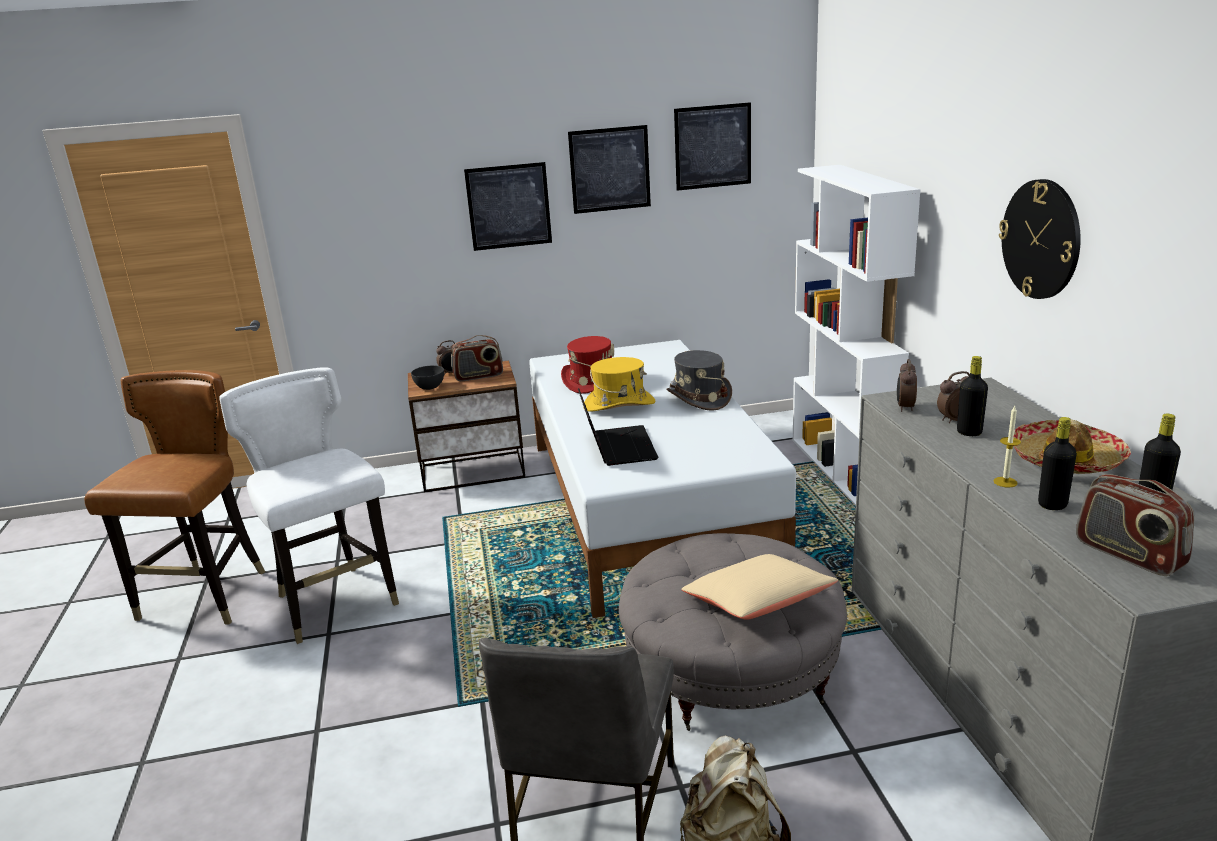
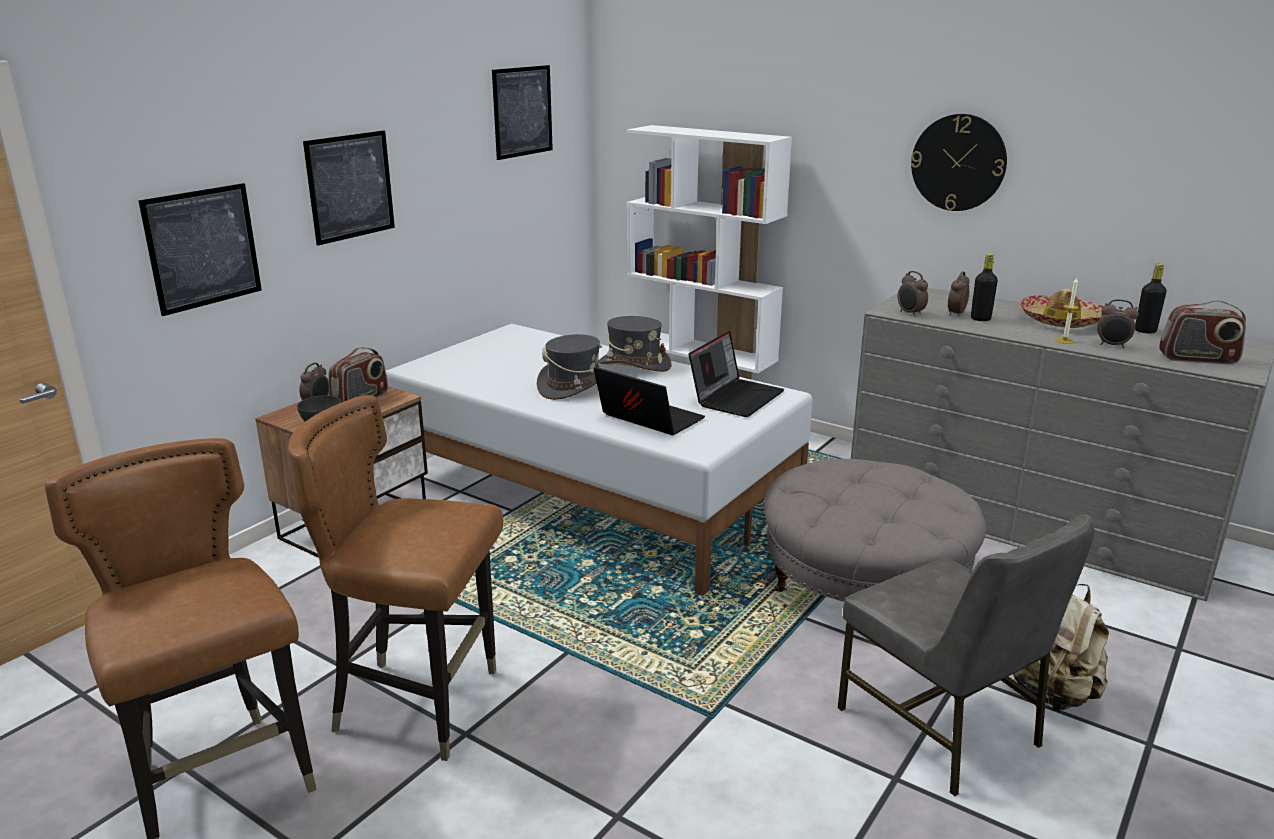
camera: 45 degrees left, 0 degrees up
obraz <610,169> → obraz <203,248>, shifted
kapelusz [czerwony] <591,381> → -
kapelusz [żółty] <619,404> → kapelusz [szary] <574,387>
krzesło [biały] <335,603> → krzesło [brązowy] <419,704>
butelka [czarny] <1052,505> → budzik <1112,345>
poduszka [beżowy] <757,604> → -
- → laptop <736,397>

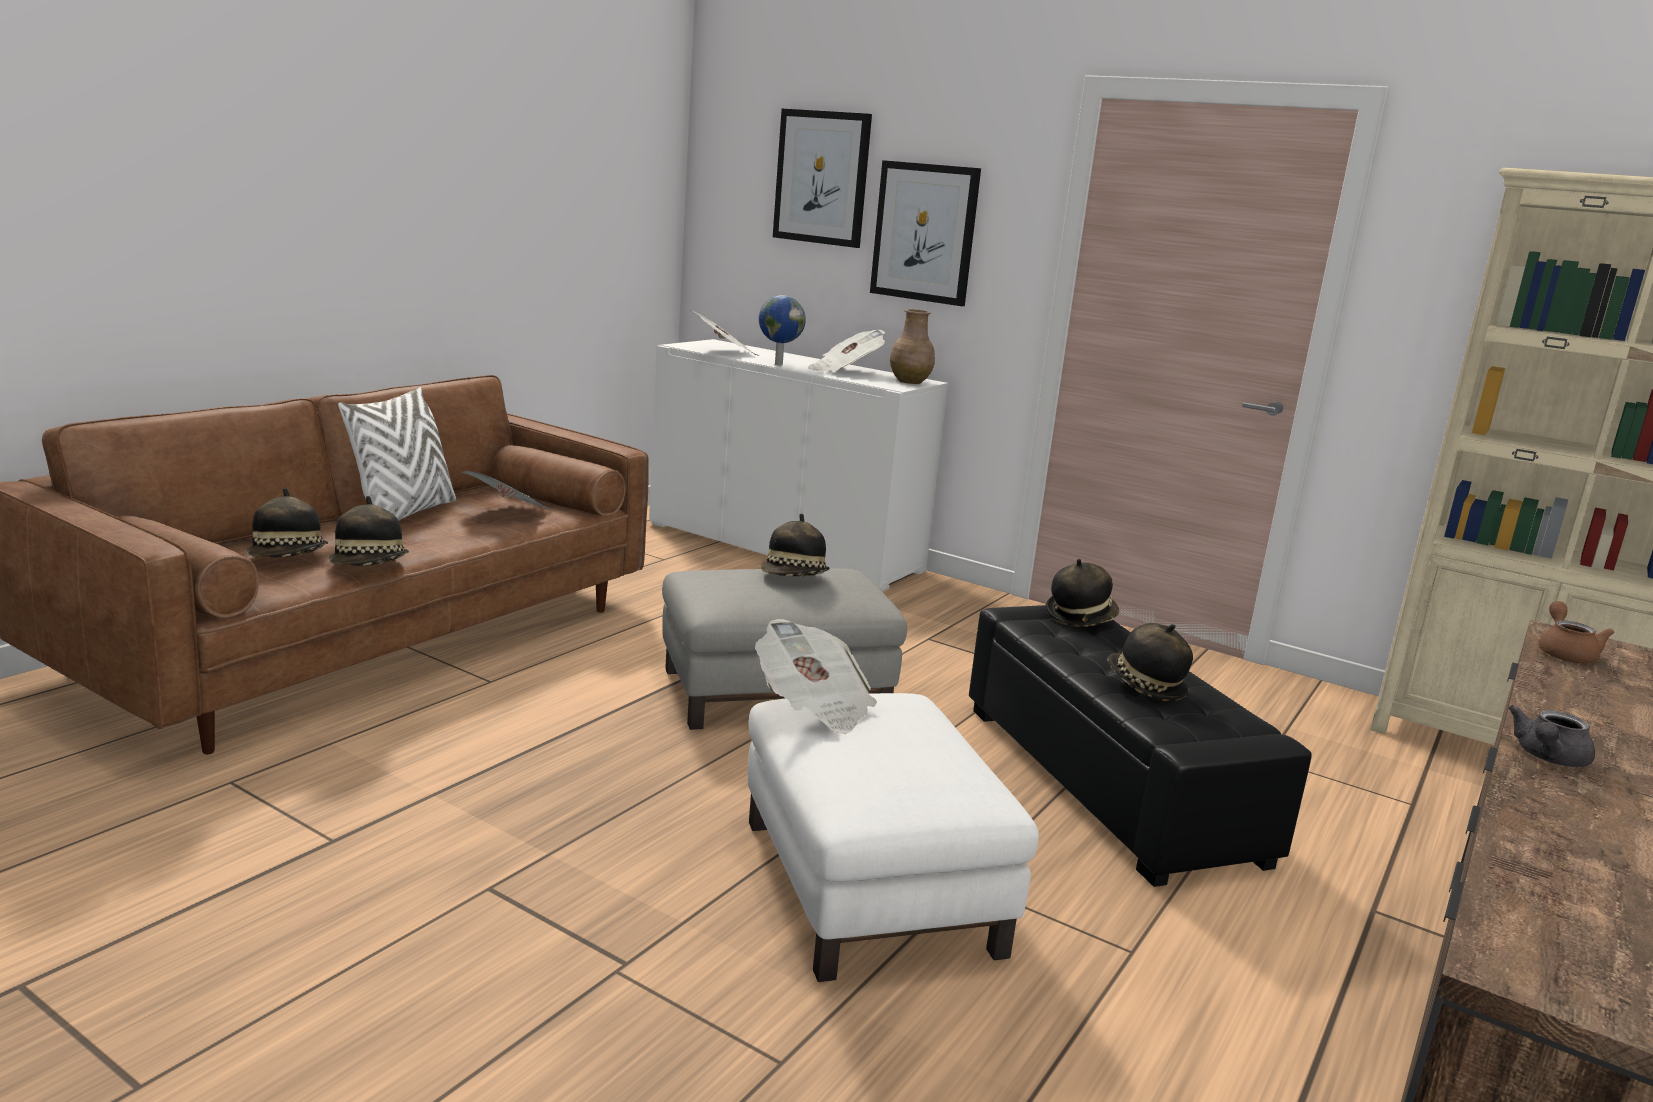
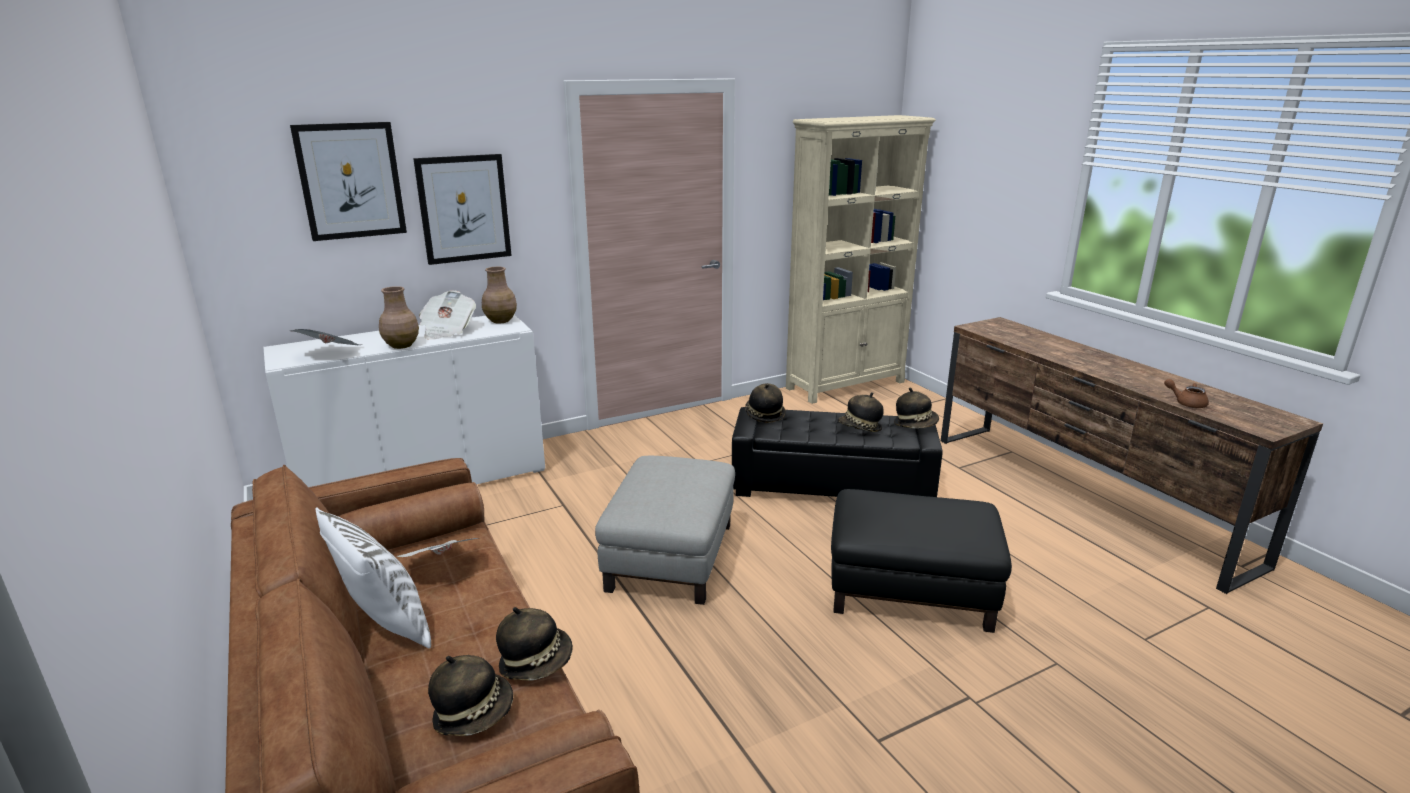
camera: 60 degrees left, 5 degrees up
globus <777,364> → wazon [brązowy] <401,345>
kapelusz <794,578> → kapelusz <915,424>, shifted
imbryk [brązowy] <1565,653> → imbryk [brązowy] <1186,403>, shifted
gazeta <814,706> → -
pufa [biały] <871,886> → pufa [czarny] <911,589>
imbryk [szary] <1547,758> → -

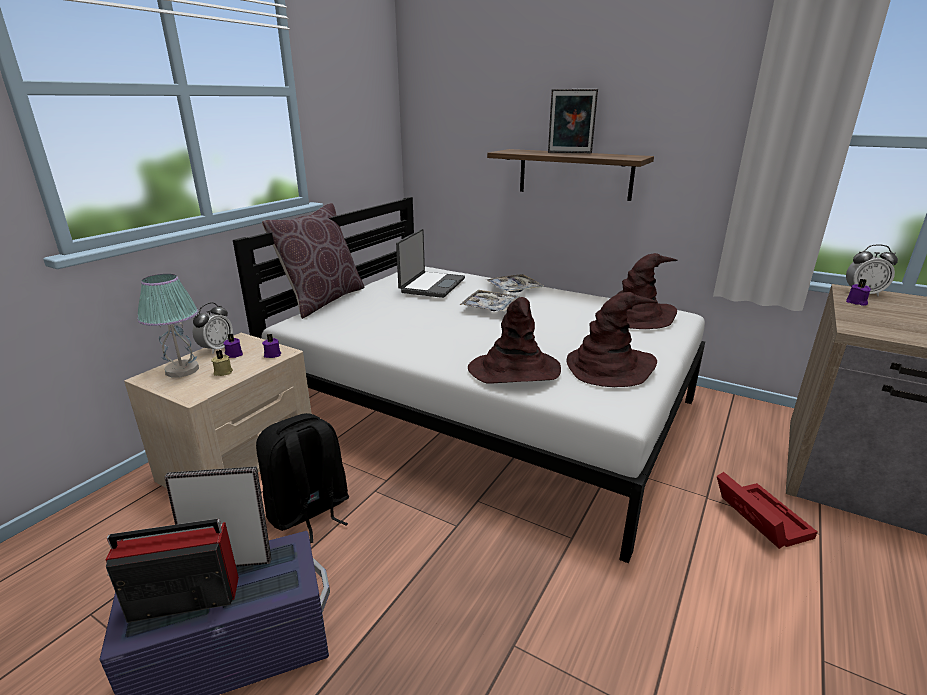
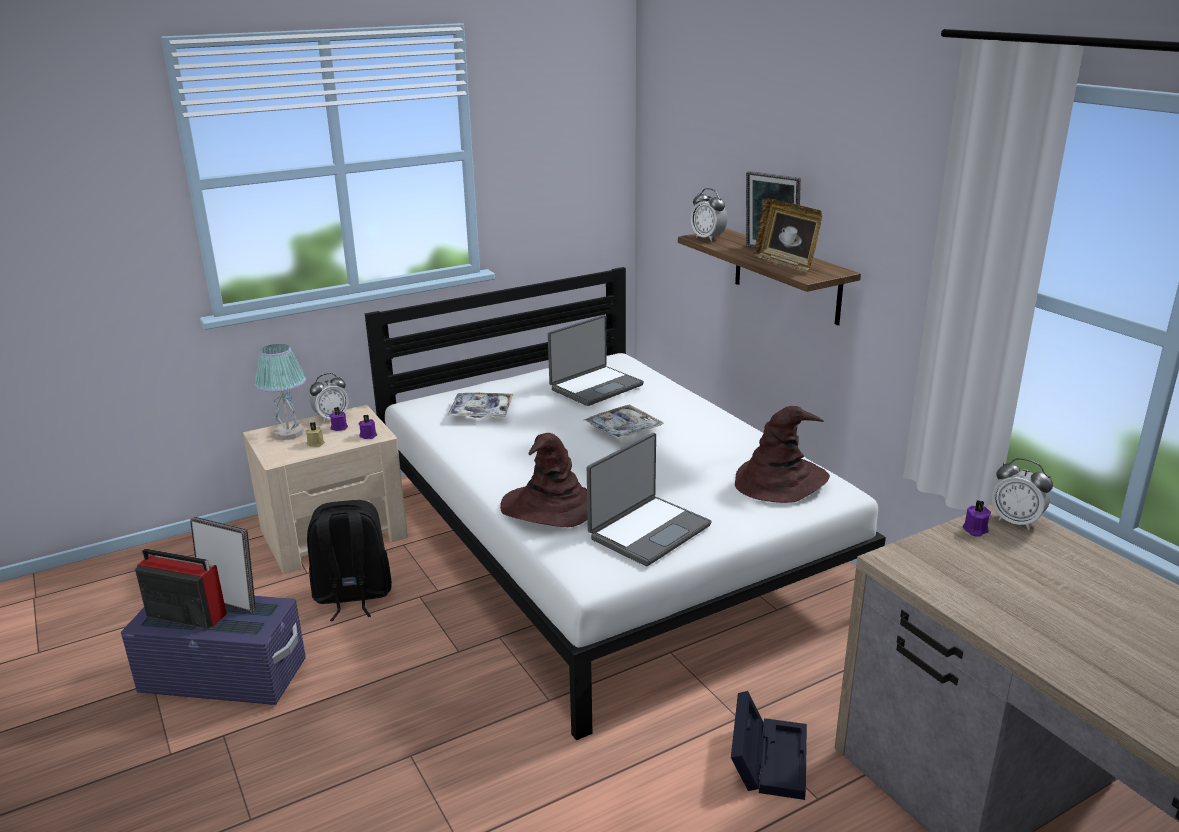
camera: 30 degrees right, 0 degrees up
poduszka [brązowy] <323,300> → -
taca <514,289> → taca <481,412>, shifted
kapelusz [brązowy] <609,367> → laptop <648,531>
pojemnik do przechowywania [czerwony] <757,517> → pojemnik do przechowywania [czarny] <768,757>
- → budzik <708,238>
- → ramka na zdjęcie <786,263>

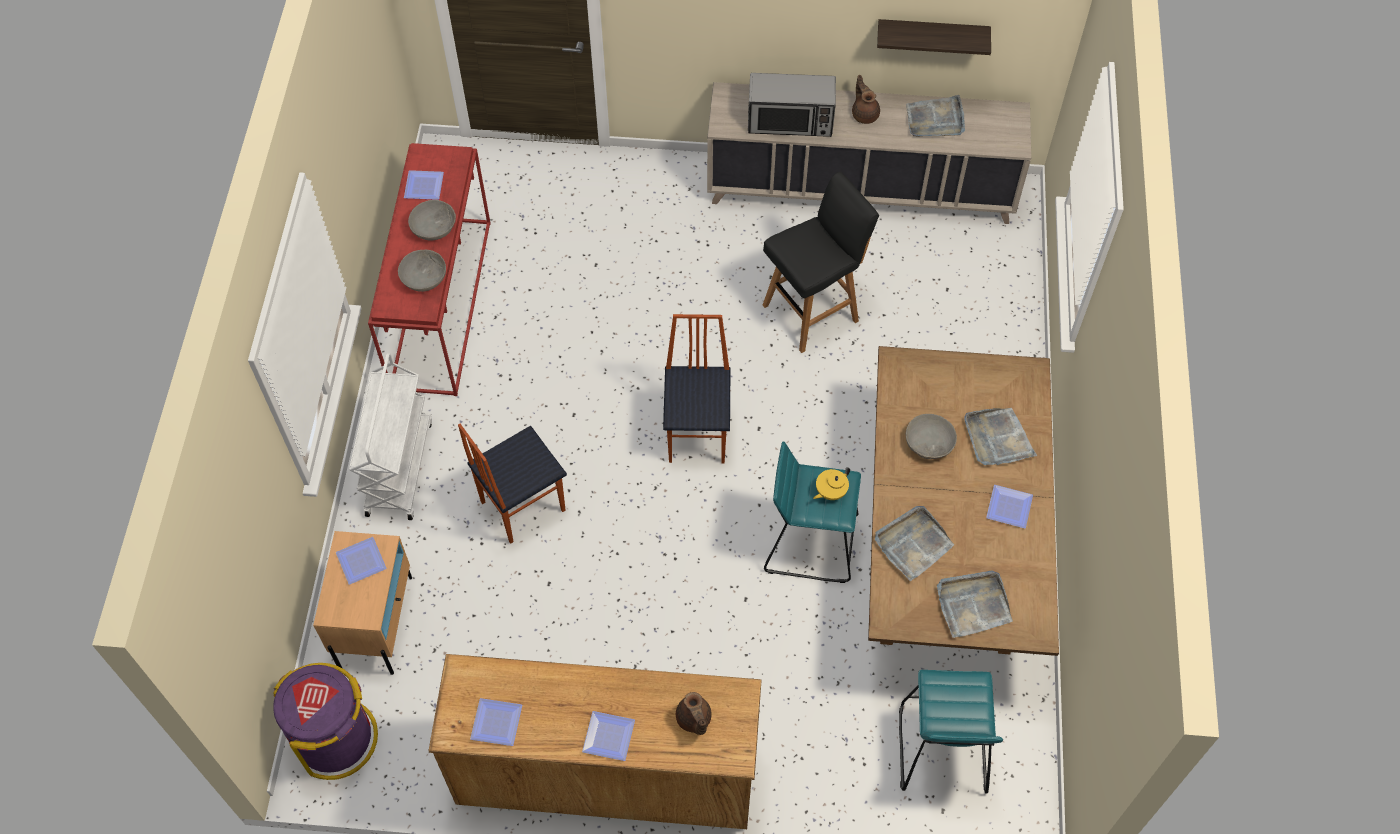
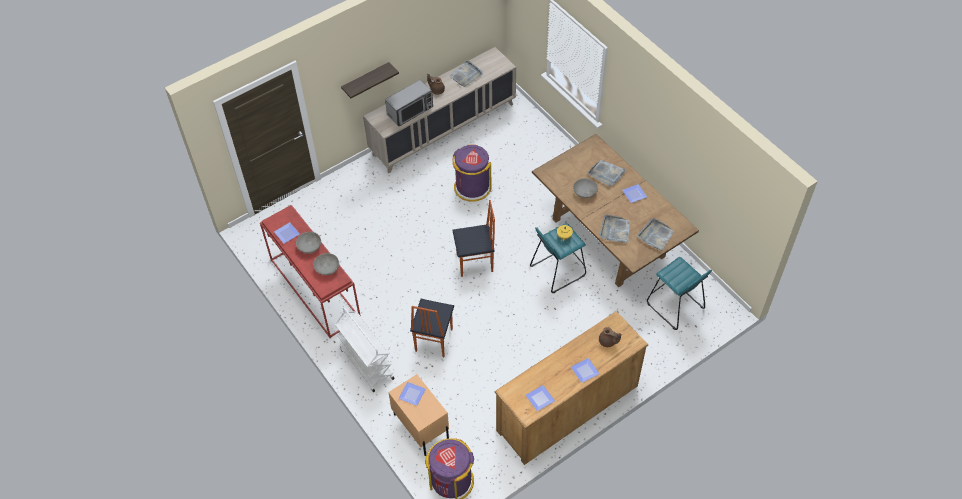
camera: 40 degrees left, 5 degrees down
półka <932,36> → półka <366,81>, shifted
stołek [czarny] <812,312> → kosz na śmieci [fioletowy] <472,187>
krzesło <698,434> → krzesło <475,263>, 120 degrees clockwise

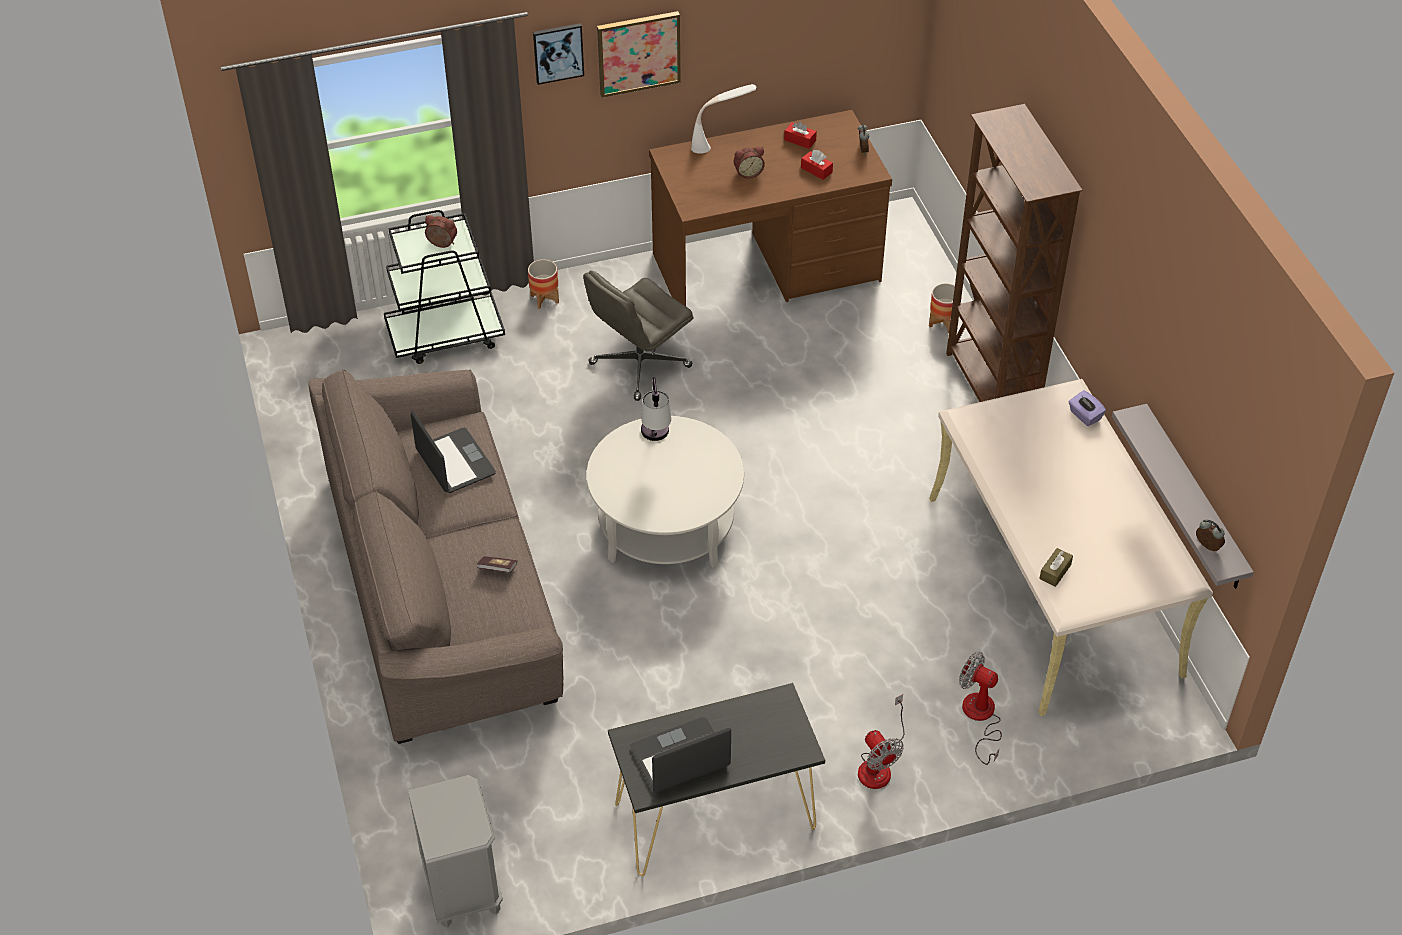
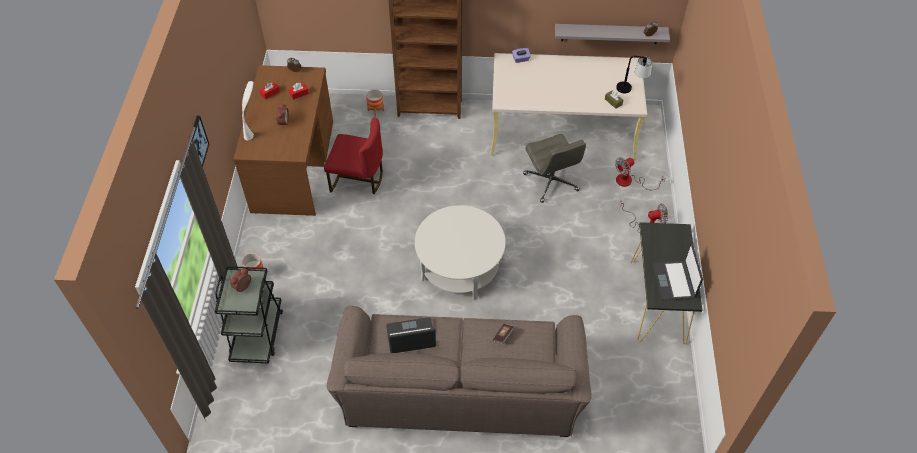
camera: 70 degrees left, 5 degrees up
obraz <638,53> → -
krzesło biurowe [szary] <639,366> → krzesło biurowe [szary] <551,182>, shifted
lampa stołowa <656,440> → lampa stołowa <631,89>, shifted
szafka nocna [szary] <462,887> → -
- → krzesło [czerwony] <357,179>

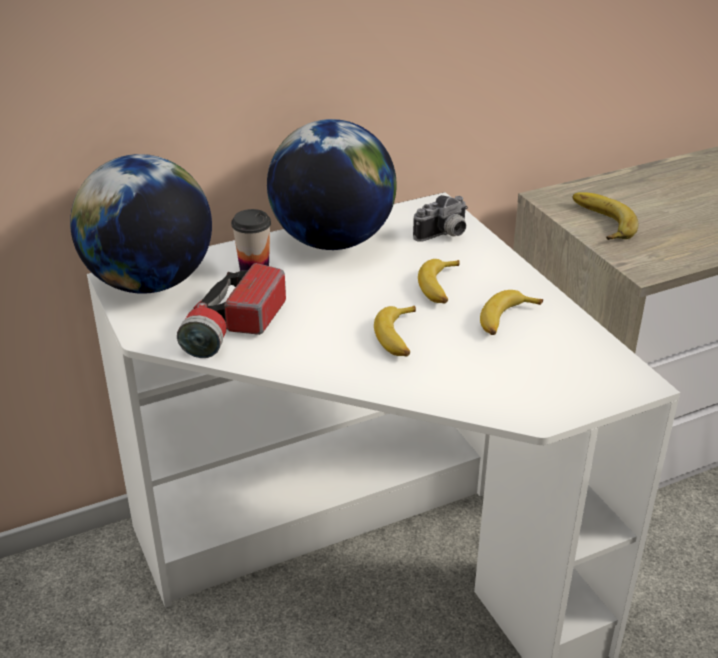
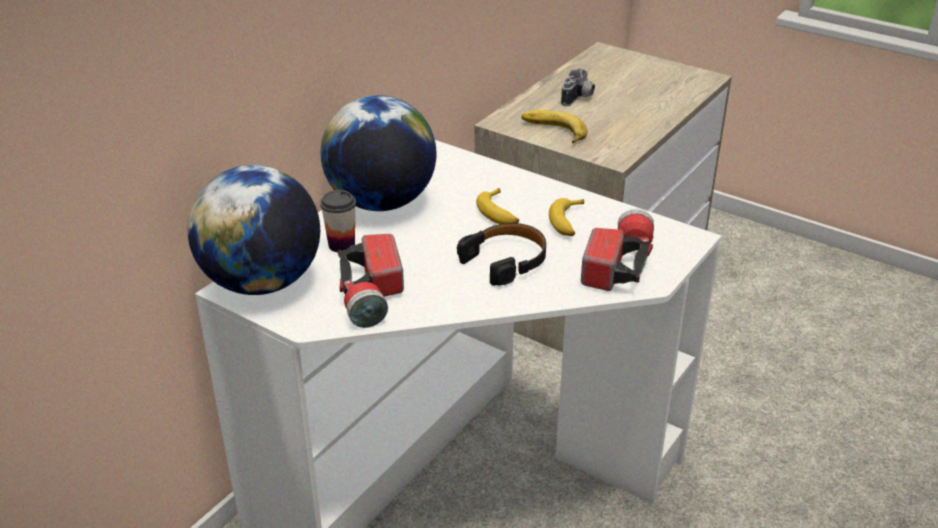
camera: 30 degrees left, 0 degrees up
aparat fotograficzny <444,235> → aparat fotograficzny <579,98>, shifted
banan <399,338> → słuchawki [czarny] <506,260>
- → latarka <618,264>

